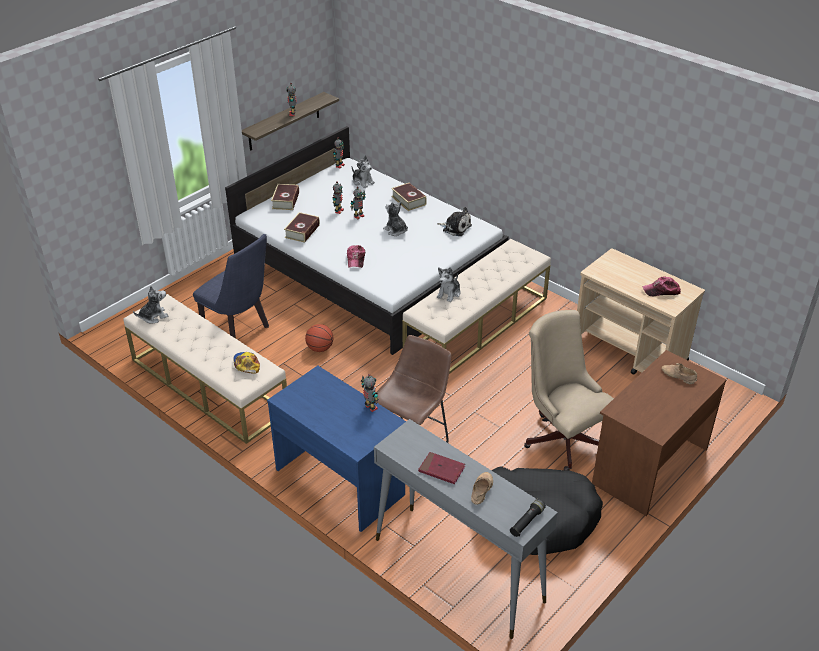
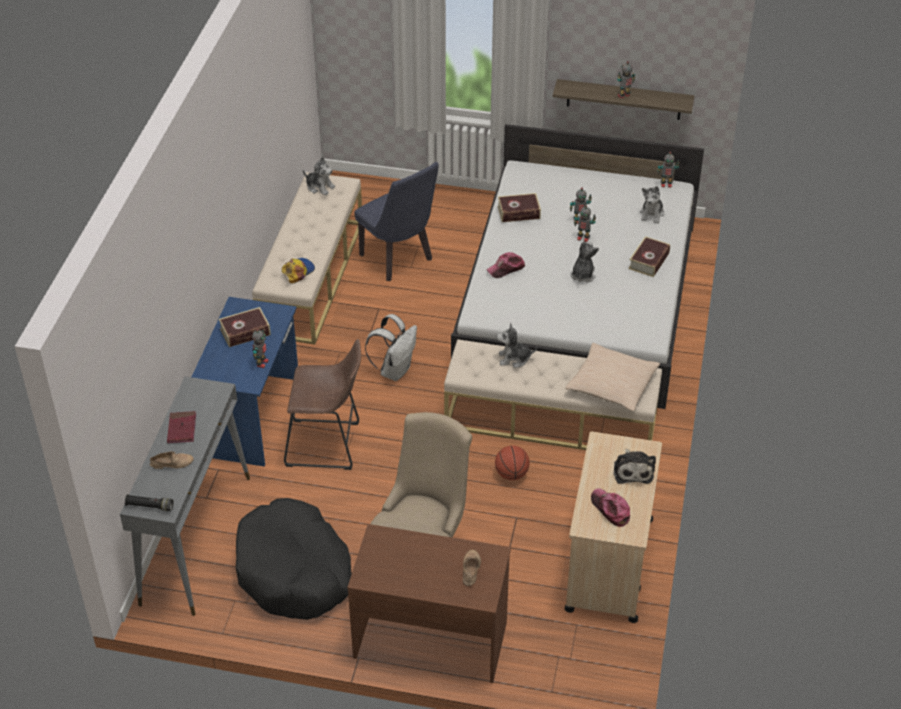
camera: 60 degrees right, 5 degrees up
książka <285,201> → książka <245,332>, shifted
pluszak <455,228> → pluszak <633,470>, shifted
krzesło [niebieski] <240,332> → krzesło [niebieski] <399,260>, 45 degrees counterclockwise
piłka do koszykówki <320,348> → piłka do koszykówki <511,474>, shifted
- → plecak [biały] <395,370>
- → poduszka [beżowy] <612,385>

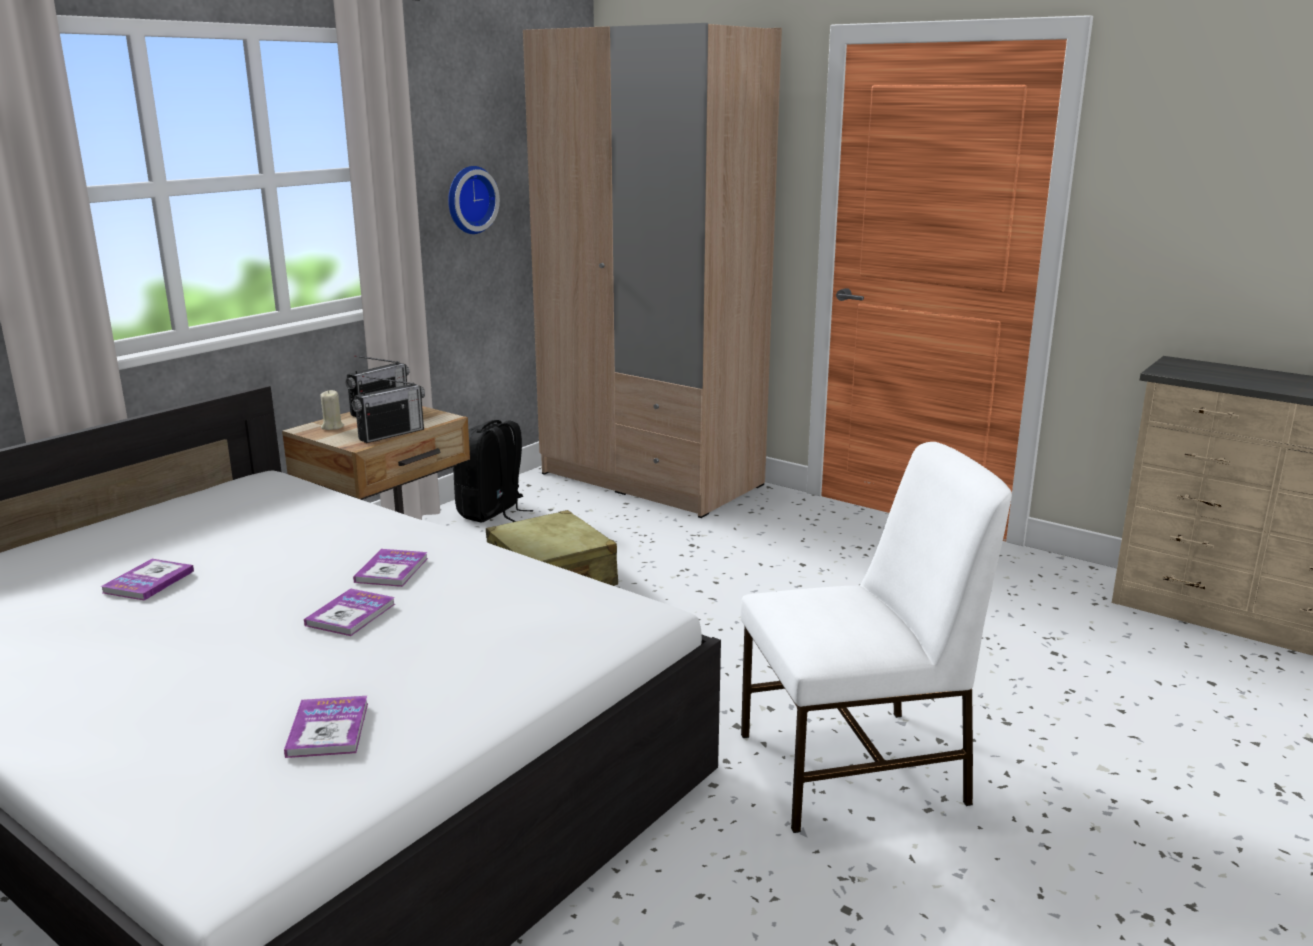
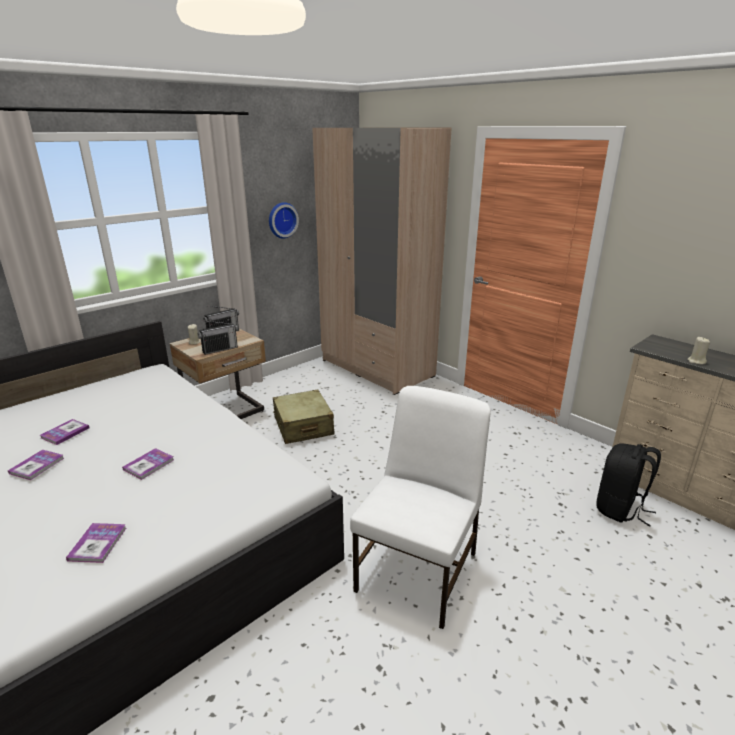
camera: 10 degrees right, 5 degrees up
plecak [czarny] <492,513> → plecak [czarny] <620,509>, shifted
krzesło [biały] <856,768> → krzesło [biały] <419,570>, 60 degrees counterclockwise
książka <391,570> → książka <37,465>, shifted
- → świeca [beżowy] <696,361>

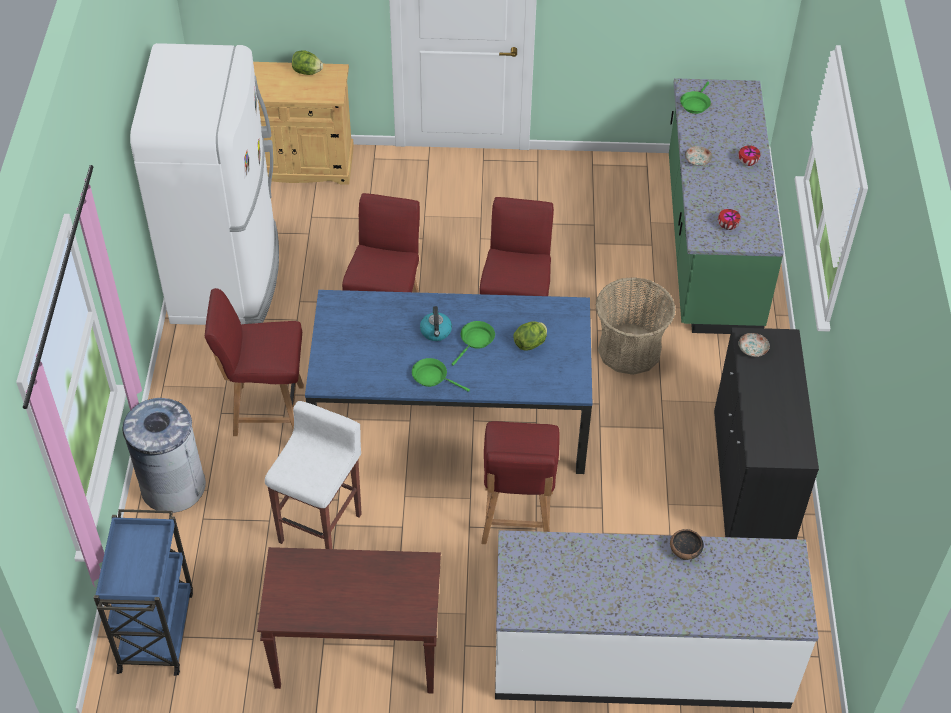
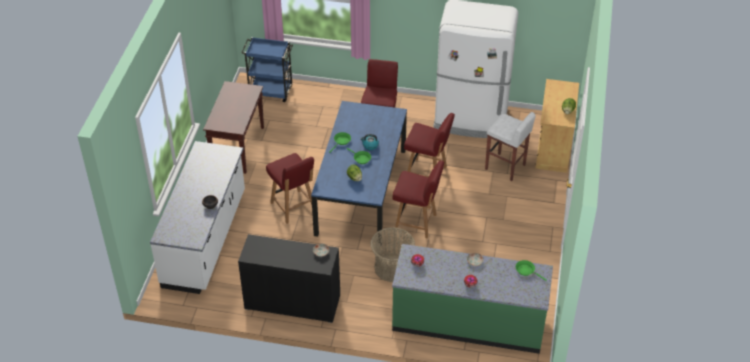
camera: 100 degrees right, 5 degrees down
kosz na śmieci [szary] <173,486> → -
stołek [biały] <322,527> → stołek [biały] <505,167>, shifted
krzesło [czerwony] <517,519> → krzesło [czerwony] <293,207>, 135 degrees counterclockwise

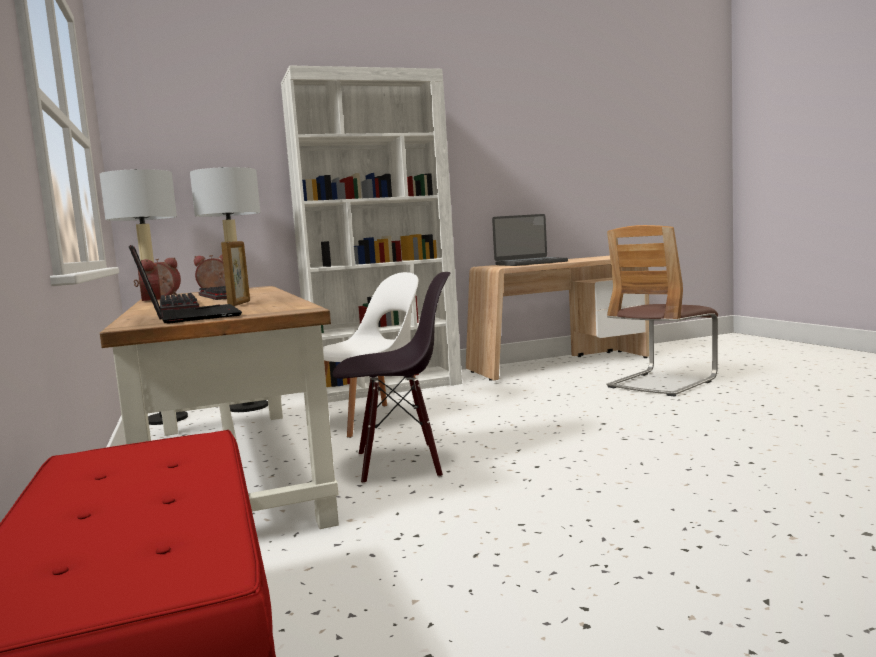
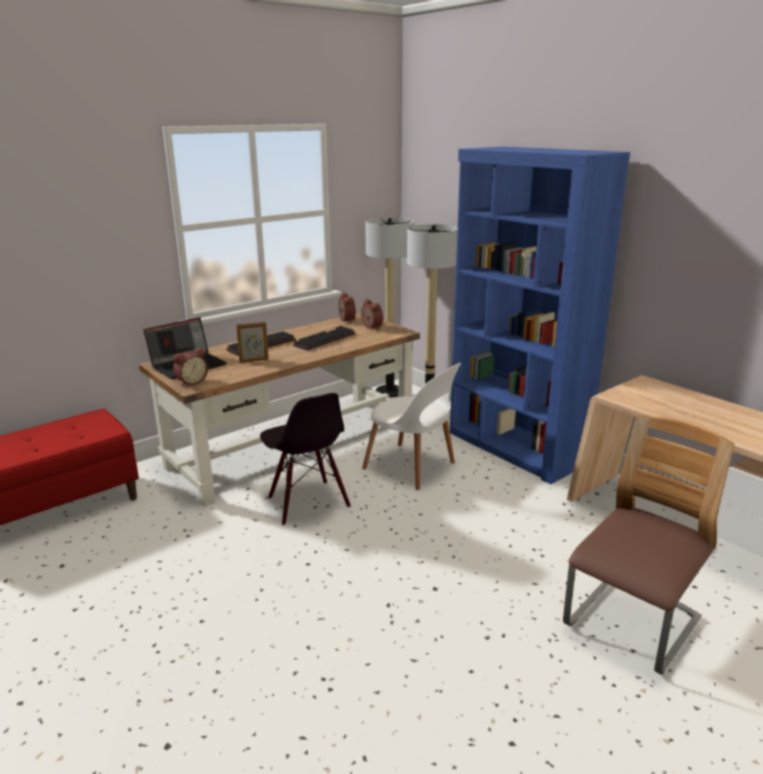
camera: 70 degrees right, 15 degrees up
regał [biały] <385,387> → regał [niebieski] <515,448>
laptop <530,263> → -
krzesło <662,383> → krzesło <632,624>, 105 degrees clockwise
budzik <148,300> → budzik <191,382>, shifted

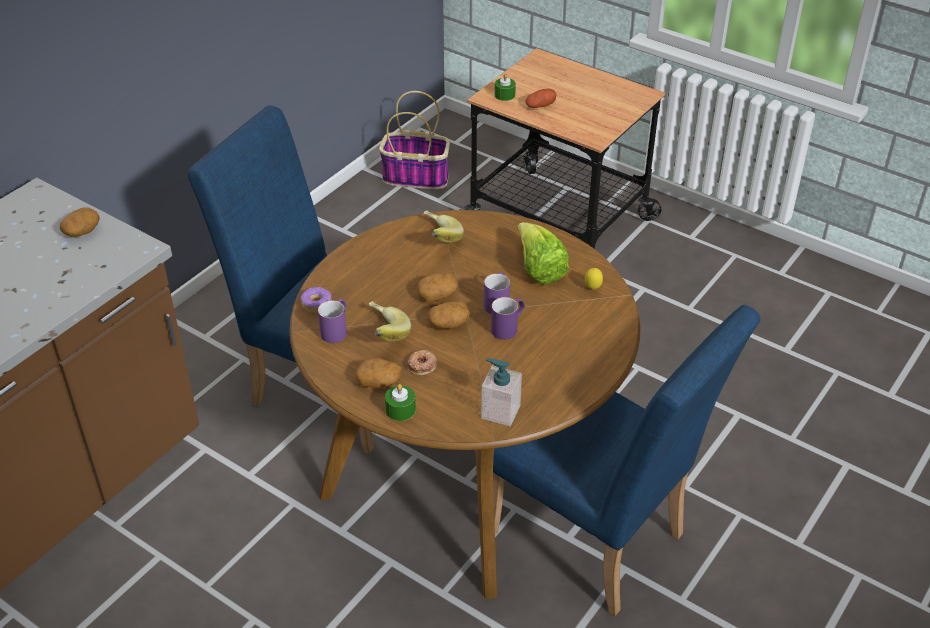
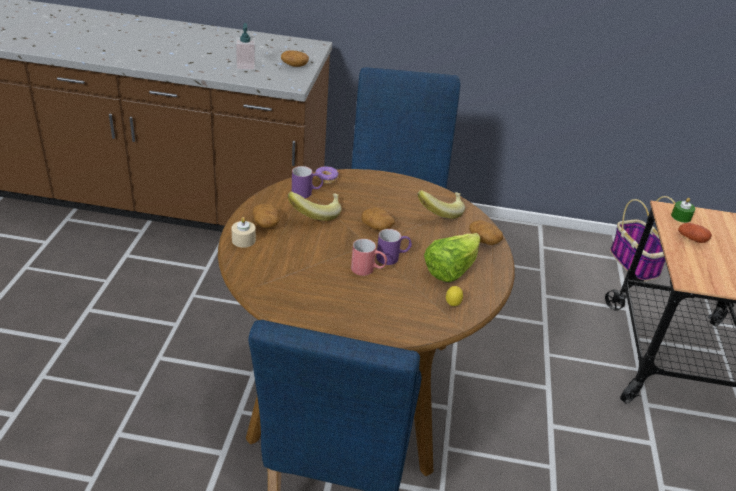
camera: 60 degrees right, 5 degrees down
kubek [fioletowy] <508,327> → kubek [czerwony] <368,270>
ziemniak <448,324> → ziemniak <483,240>, shifted
donut <422,365> → -
dozownik mydła <500,412> → dozownik mydła <245,66>, shifted
świeca [zielony] <400,410> → świeca [beżowy] <243,240>

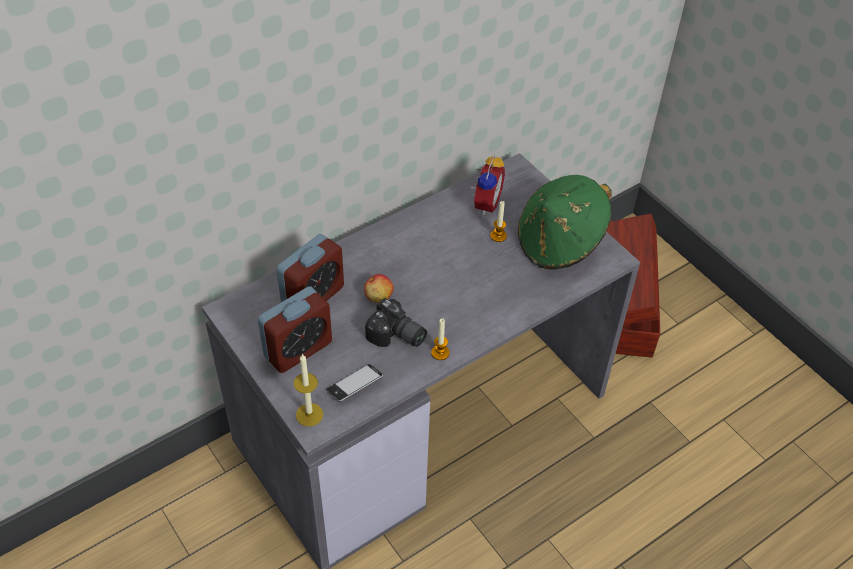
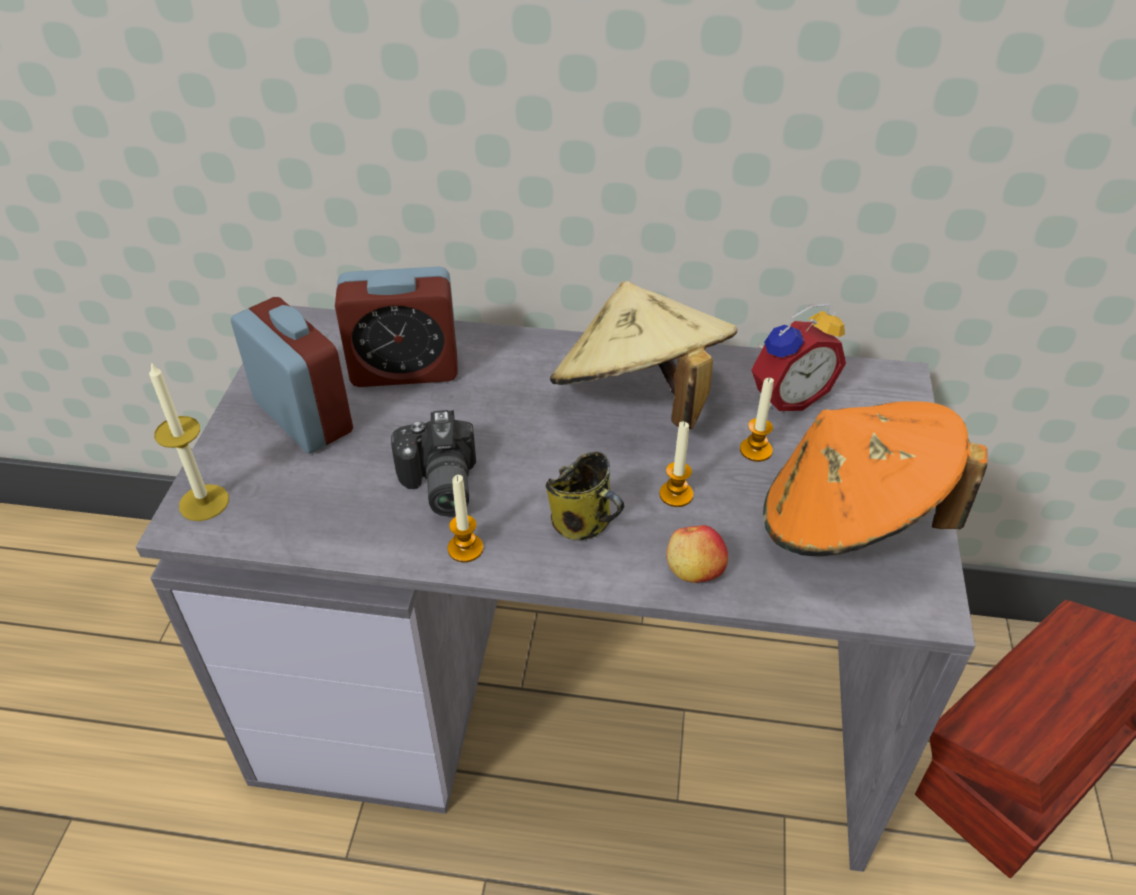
camera: 45 degrees right, 5 degrees down
kapelusz [zielony] <560,243> → kapelusz [pomarańczowy] <849,522>
jabłko <379,296> → jabłko <694,570>, shifted
budzik <298,349> → budzik <303,417>, 135 degrees counterclockwise
telefon <354,385> → -
- → kapelusz [beżowy] <640,400>
- → świeca <676,494>
- → kubek <584,523>

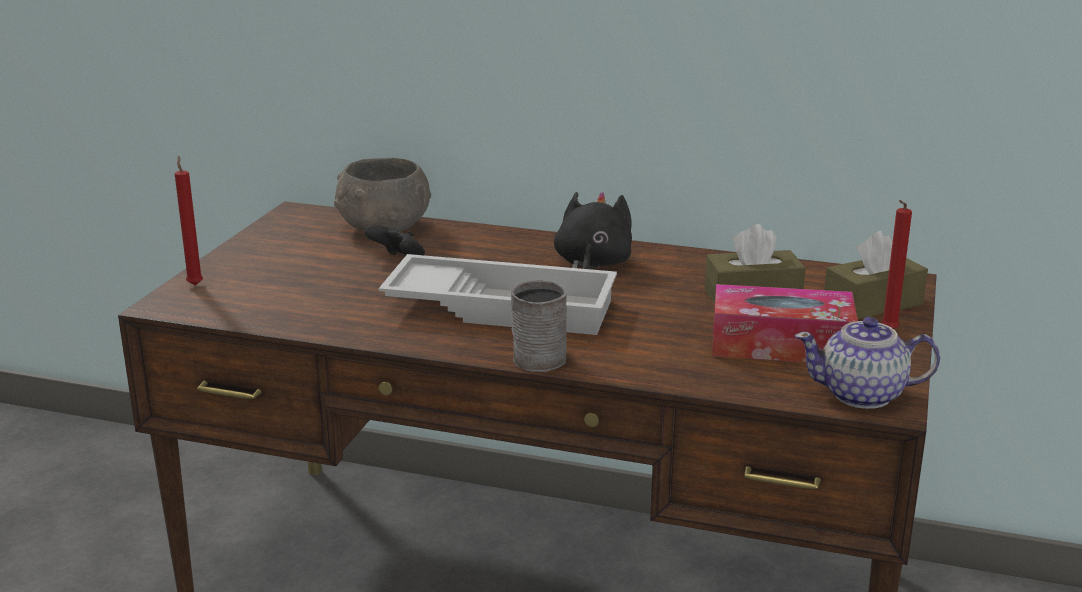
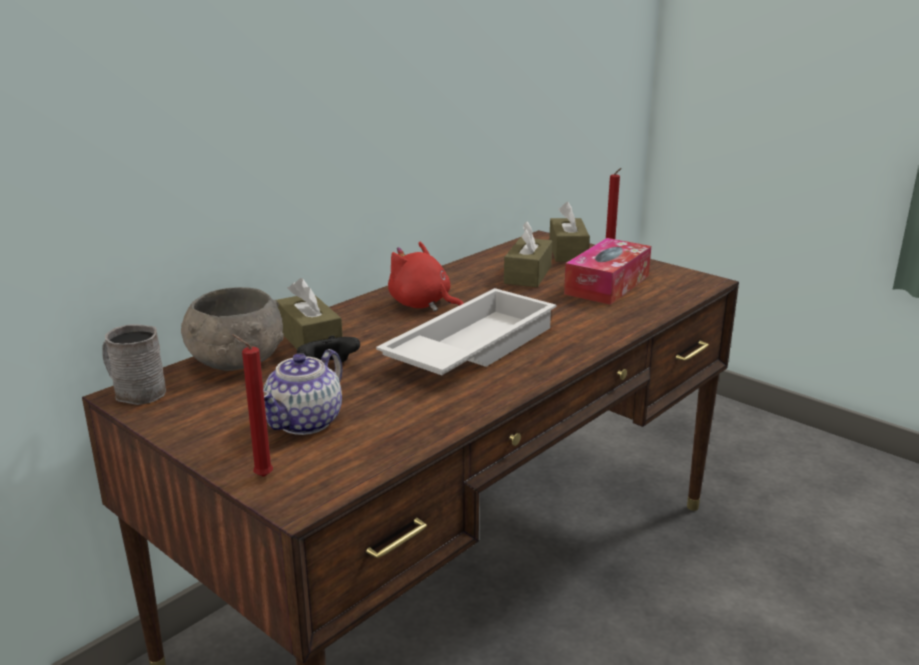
camera: 65 degrees left, 0 degrees up
pluszak [czarny] <592,265> → pluszak [czerwony] <422,304>
kubek [szary] <539,355> → kubek [szary] <135,392>, shifted
imbryk <863,395> → imbryk <306,422>, shifted
- → pudełko chusteczek [brązowy] <309,339>

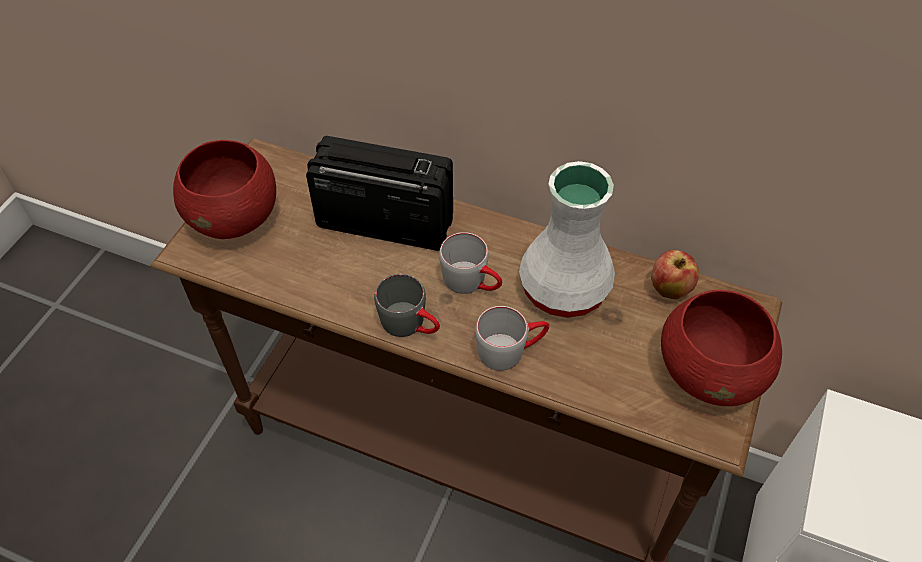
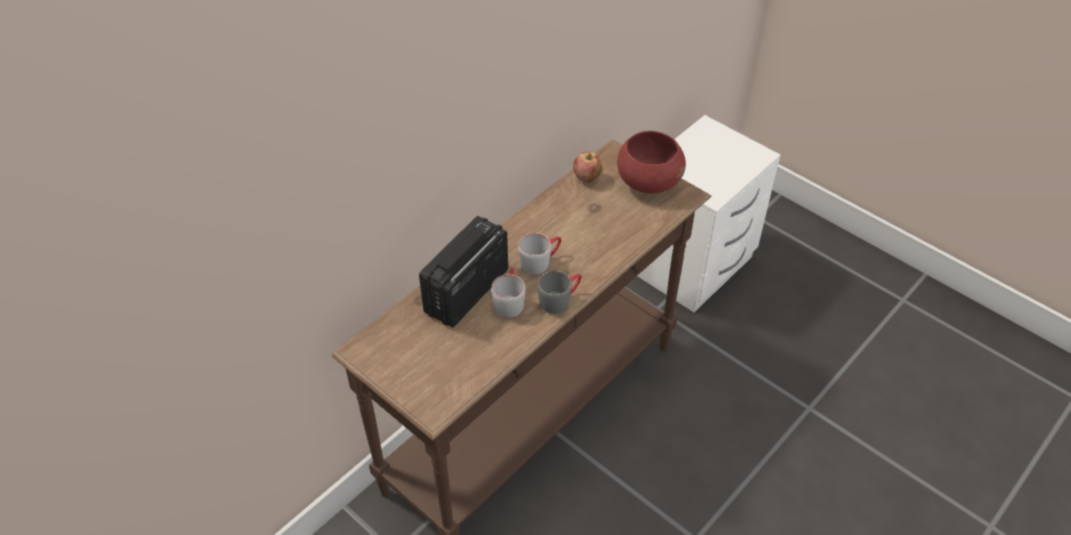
camera: 70 degrees left, 5 degrees down
miska [czerwony] <235,217> → -
wazon [biały] <562,289> → -
kubek [szary] <511,349> → kubek [szary] <509,301>, shifted

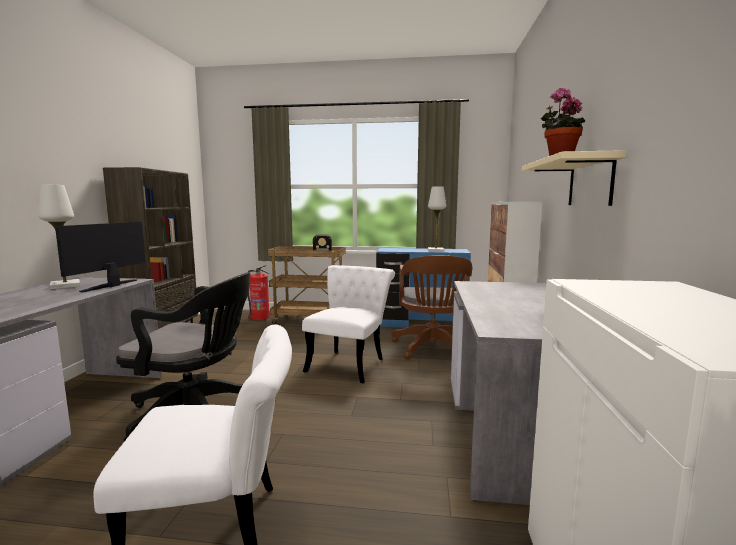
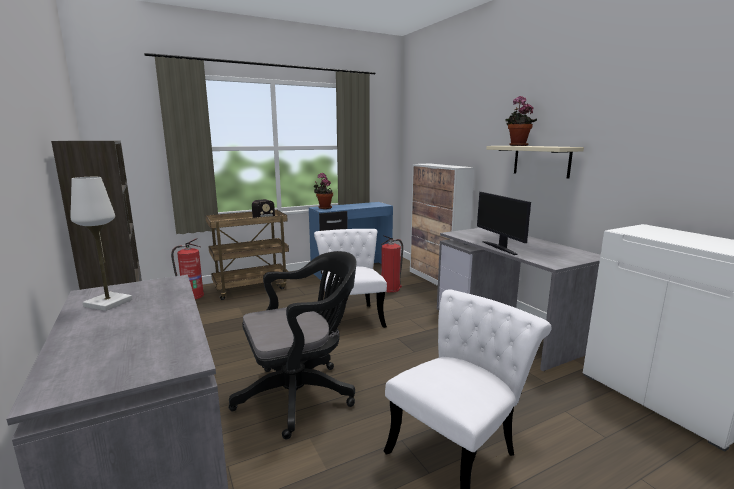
camera: 35 degrees left, 5 degrees up
lampa stołowa [biały] <435,250> → -
monitor <111,286> → monitor <500,248>, shifted
krzesło biurowe [brązowy] <433,349> → gaśnica <391,289>
- → roślina doniczkowa <324,208>

